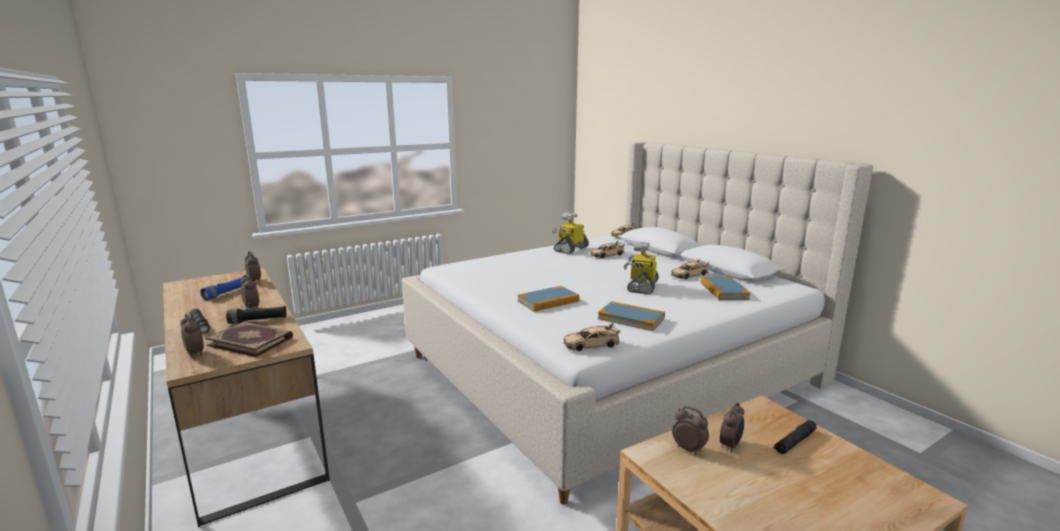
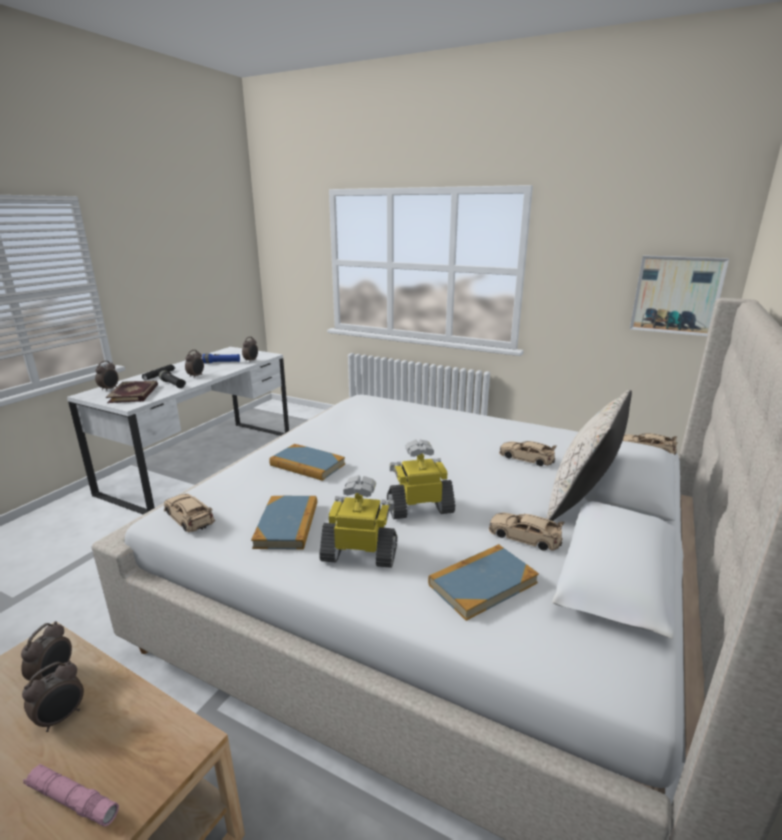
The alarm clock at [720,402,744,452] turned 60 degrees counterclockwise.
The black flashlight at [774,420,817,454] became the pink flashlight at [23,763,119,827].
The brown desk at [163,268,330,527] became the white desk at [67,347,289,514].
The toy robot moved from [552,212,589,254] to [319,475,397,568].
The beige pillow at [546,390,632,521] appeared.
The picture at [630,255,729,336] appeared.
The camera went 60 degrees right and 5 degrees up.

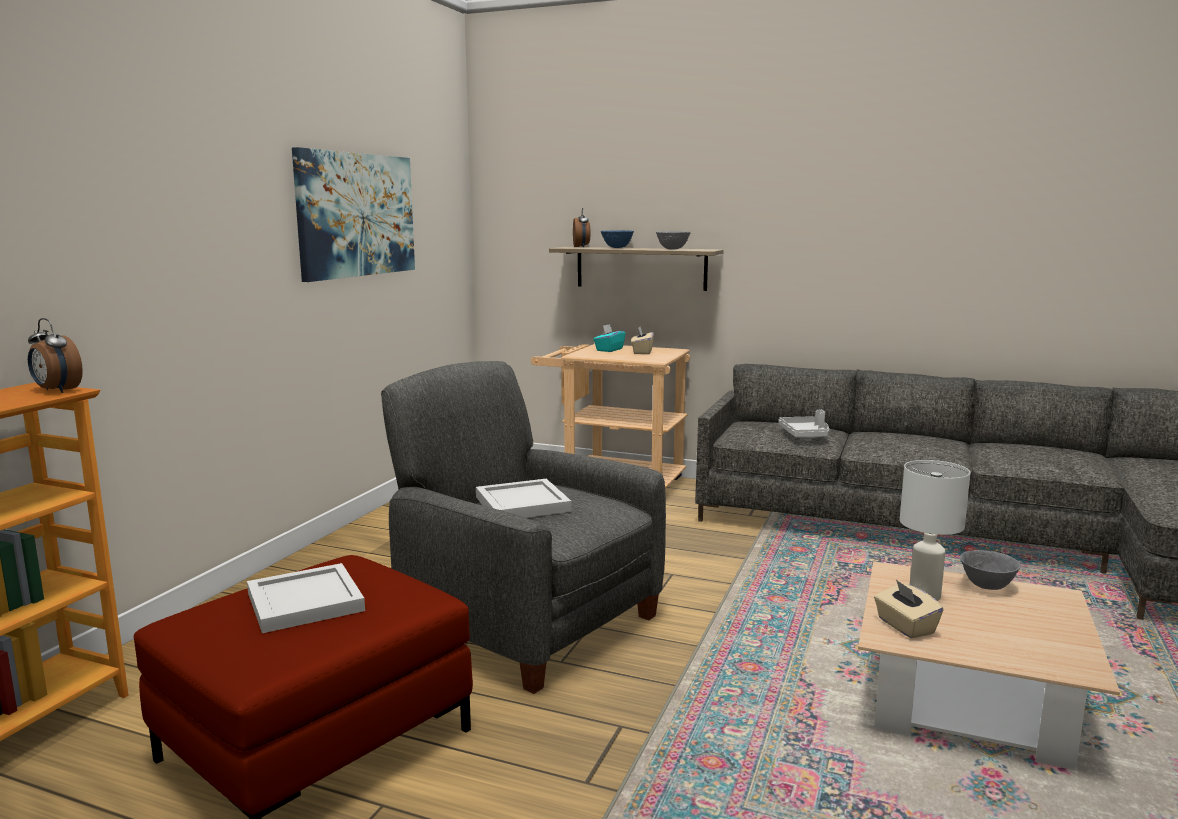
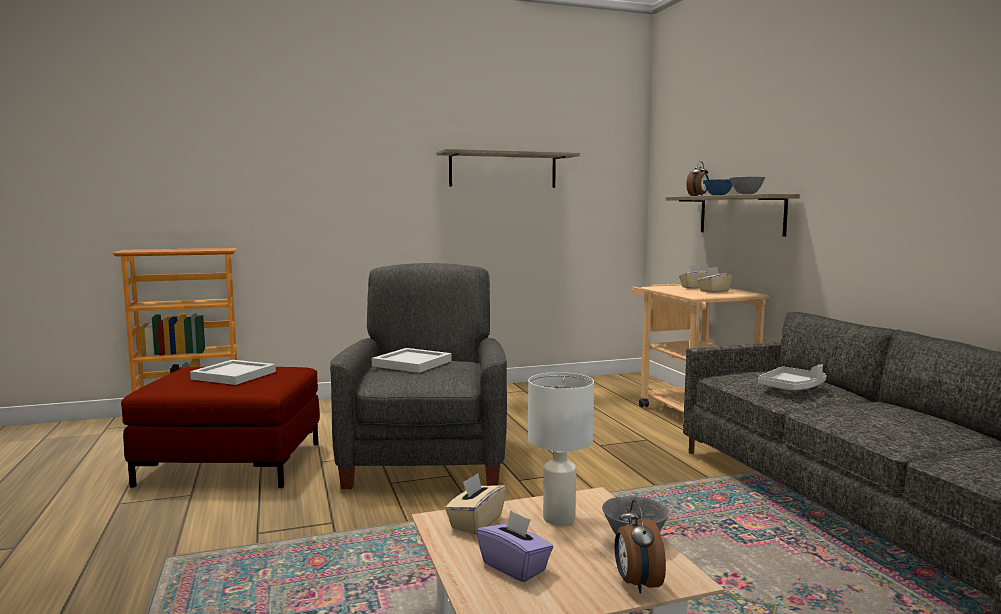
The picture at [292,147,415,282] was replaced by the shelf at [436,149,580,188].
The purple tissue box at [477,510,553,582] appeared.
The alarm clock moved from [28,318,83,393] to [615,500,666,594].
The turquoise tissue box at [593,324,626,352] became the beige tissue box at [679,265,710,289].
The camera went 50 degrees right and 5 degrees down.

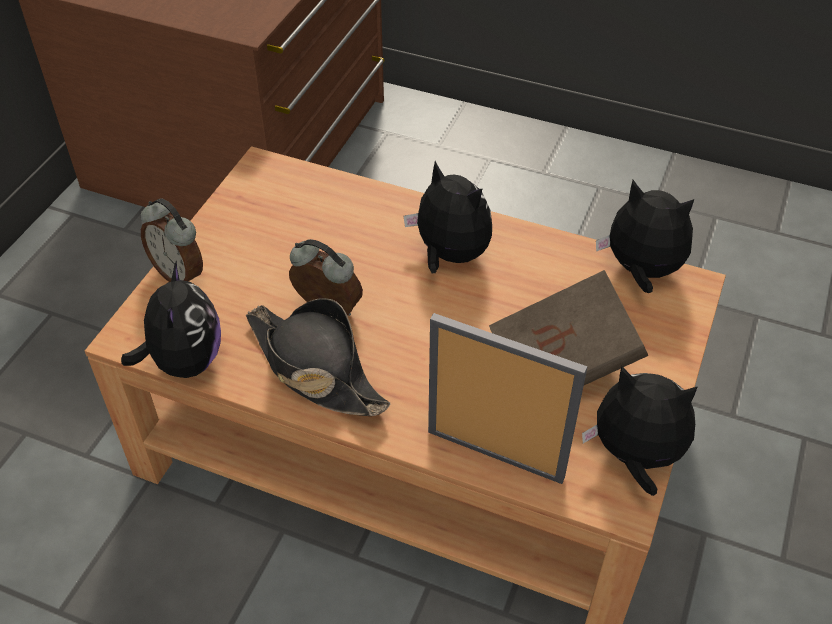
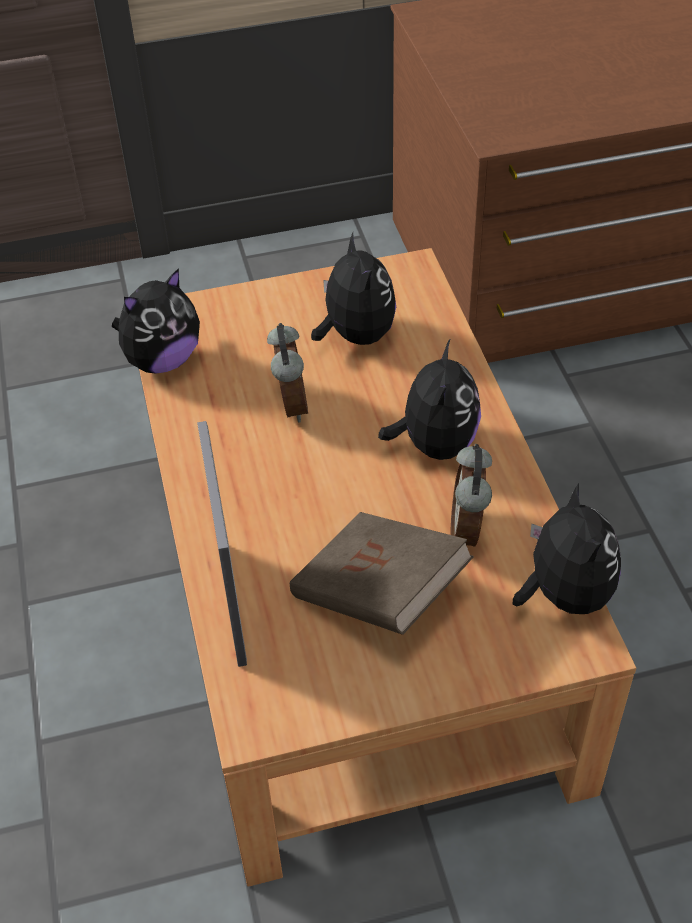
The plush toy moved from [582,366,698,496] to [311,233,396,345].
The alarm clock moved from [141,198,203,282] to [451,444,492,546].
The black hat at [246,298,391,416] disappeared.
The camera went 55 degrees right and 0 degrees up.

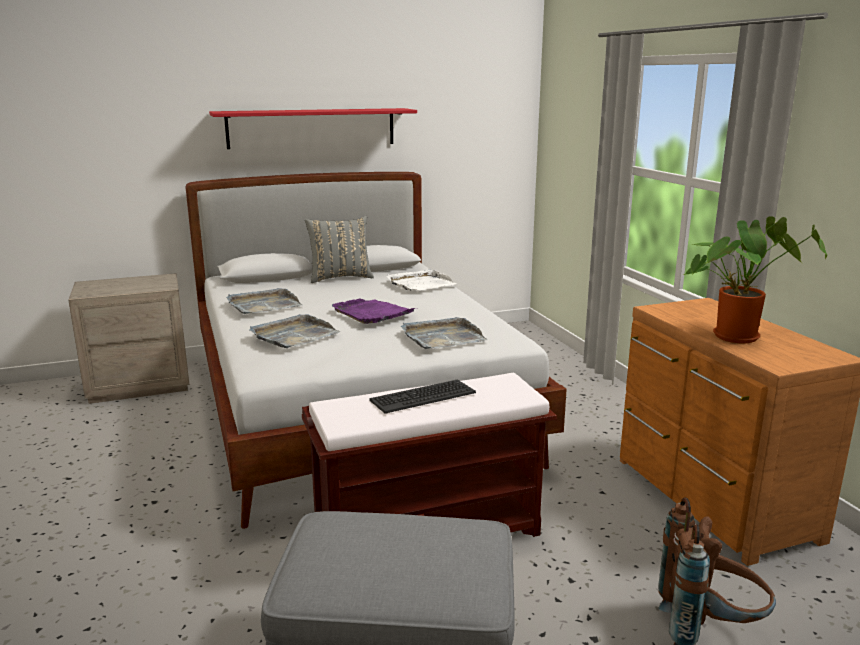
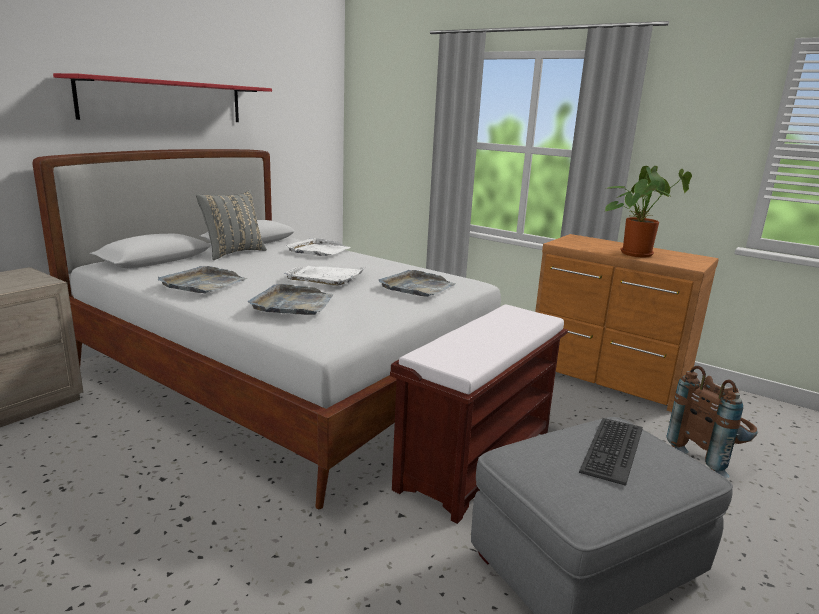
The purple tray at [332,299,415,324] became the white tray at [285,266,365,286].
The keyboard moved from [369,379,476,413] to [579,418,643,486].
The camera went 35 degrees left and 0 degrees up.

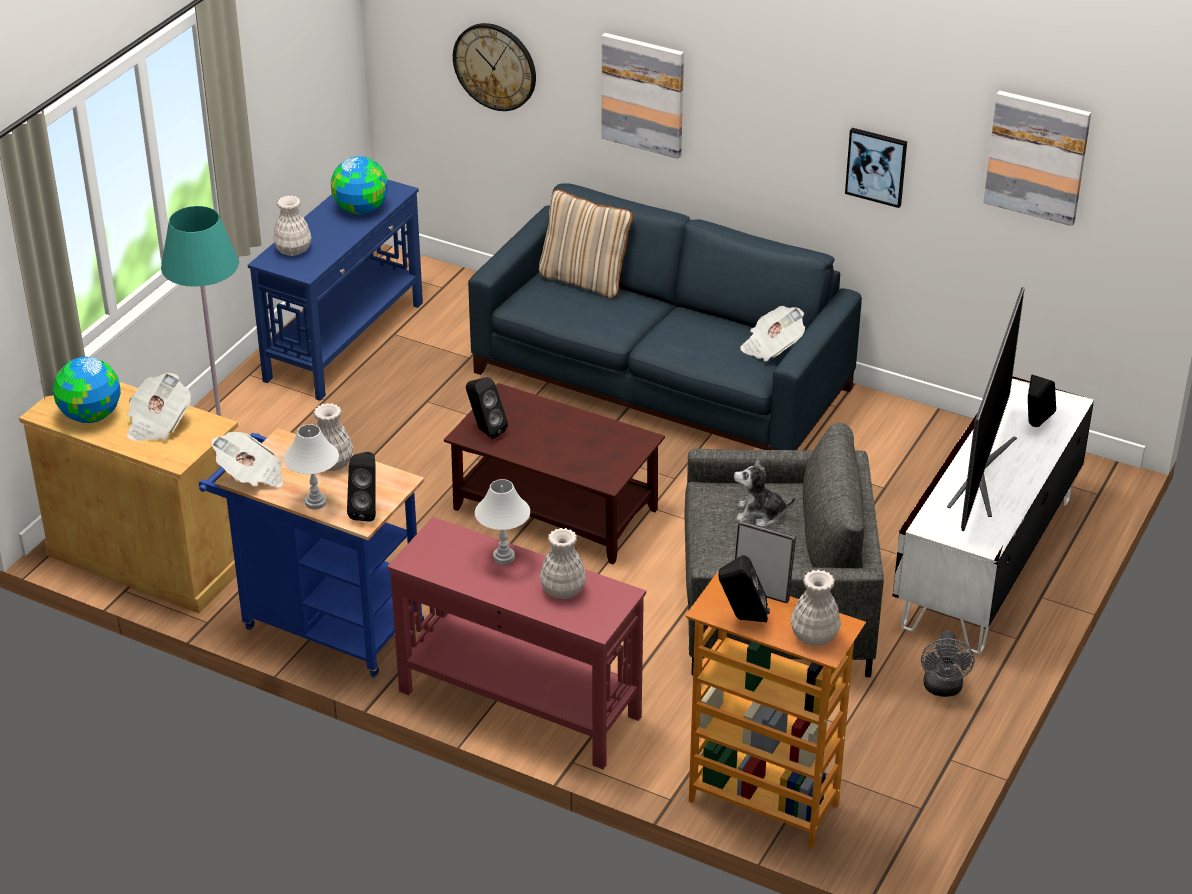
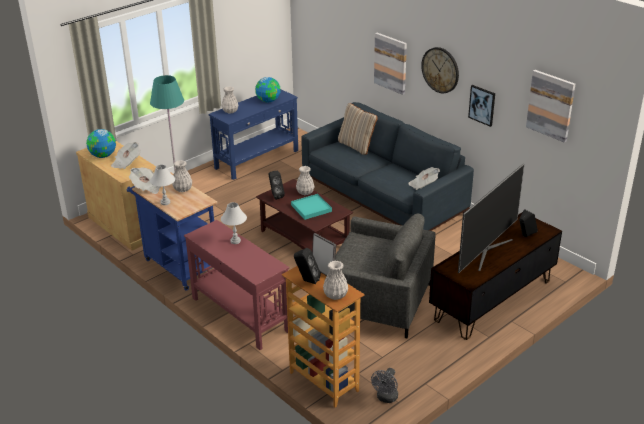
The turquoise tray at [291,194,332,220] appeared.
The white vase moved from [540,528,586,599] to [296,166,315,195].
The grey fan moved from [921,631,974,697] to [371,368,398,403].
The wall clock moved from [453,23,536,111] to [421,47,459,93].
The white tv stand at [893,376,1094,654] became the brown tv stand at [429,213,562,340].
The black speaker at [347,452,376,522] disappeared.
The plush toy at [734,458,795,526] disappeared.
The camera went 20 degrees right and 5 degrees down.

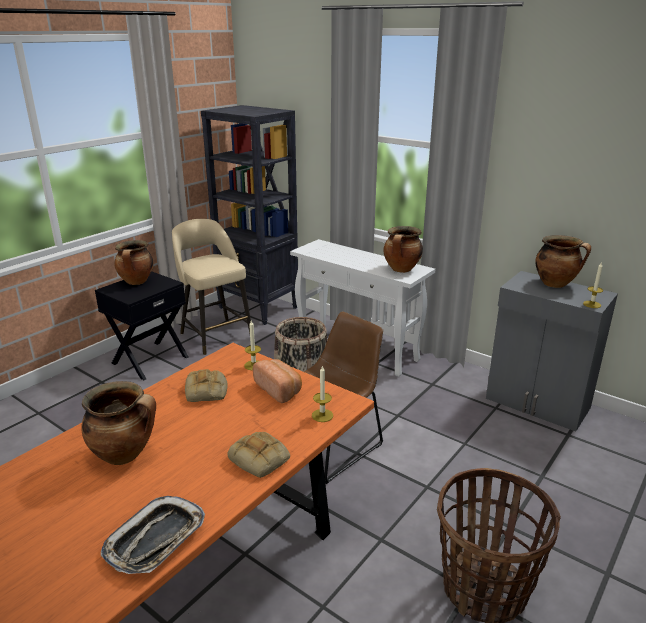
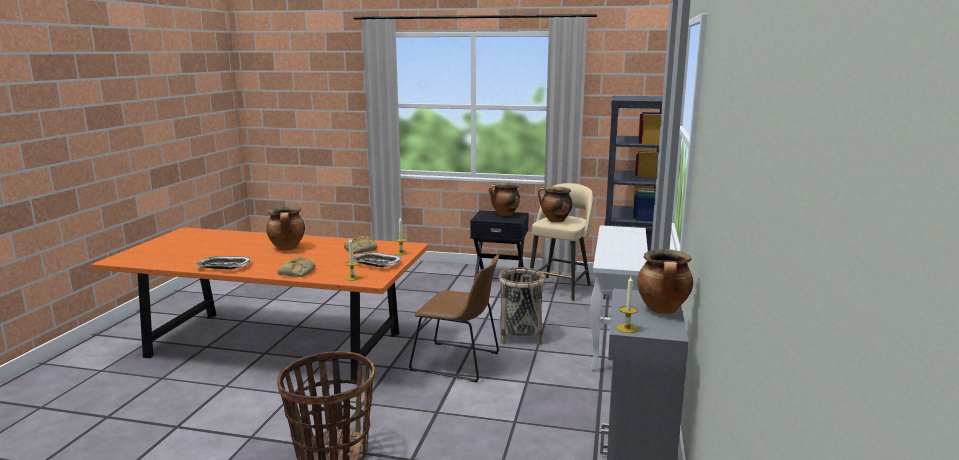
The bread at [253,359,302,403] was replaced by the tray at [349,252,402,267].
The cooking pot moved from [384,226,423,273] to [538,187,572,222].
The camera went 65 degrees right and 10 degrees down.

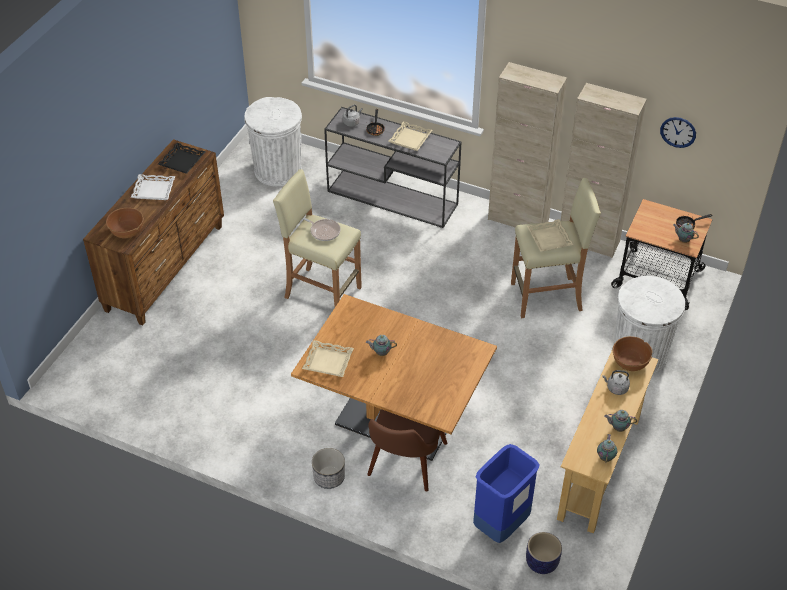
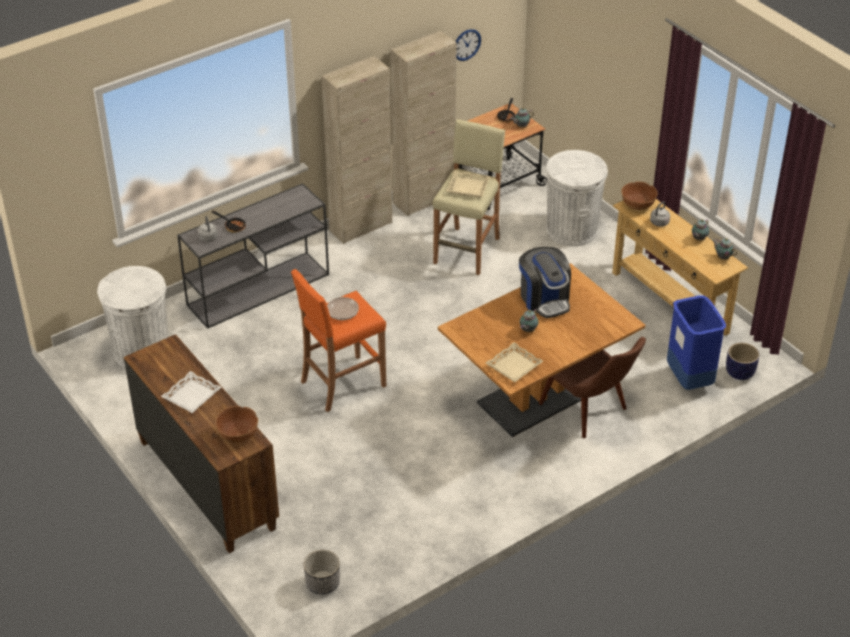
The beige stool at [273,169,362,307] became the orange stool at [291,269,386,412].
The planter moved from [312,448,345,489] to [304,550,340,594].
The coffee machine at [519,247,571,318] appeared.
The black tray at [158,143,206,174] disappeared.
The beige tray at [388,121,432,151] disappeared.
The camera went 60 degrees left and 5 degrees down.

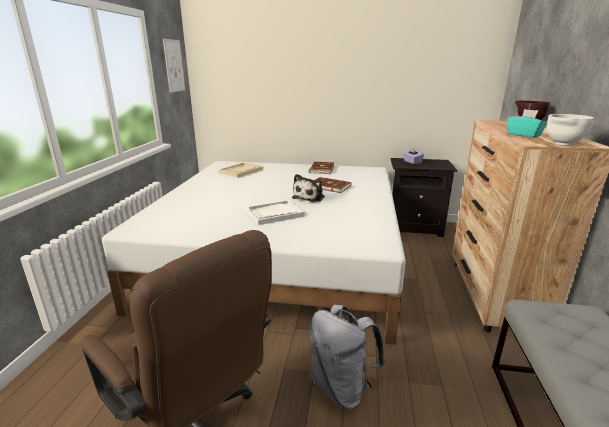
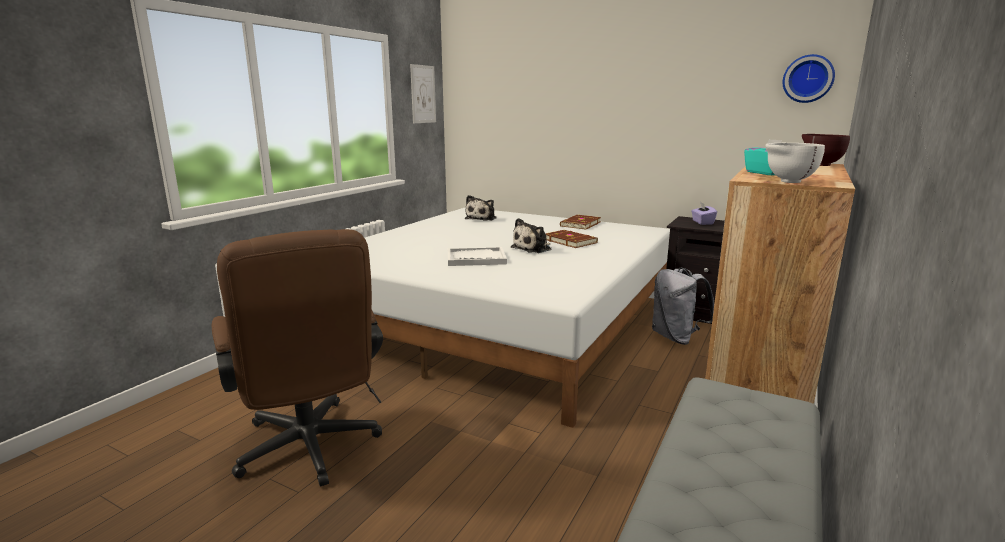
The beige tray at [219,162,263,178] was replaced by the plush toy at [465,195,497,221].
The grey backpack moved from [310,305,385,409] to [652,268,714,345].
The wall clock at [783,54,835,103] appeared.
The camera went 20 degrees right and 5 degrees down.

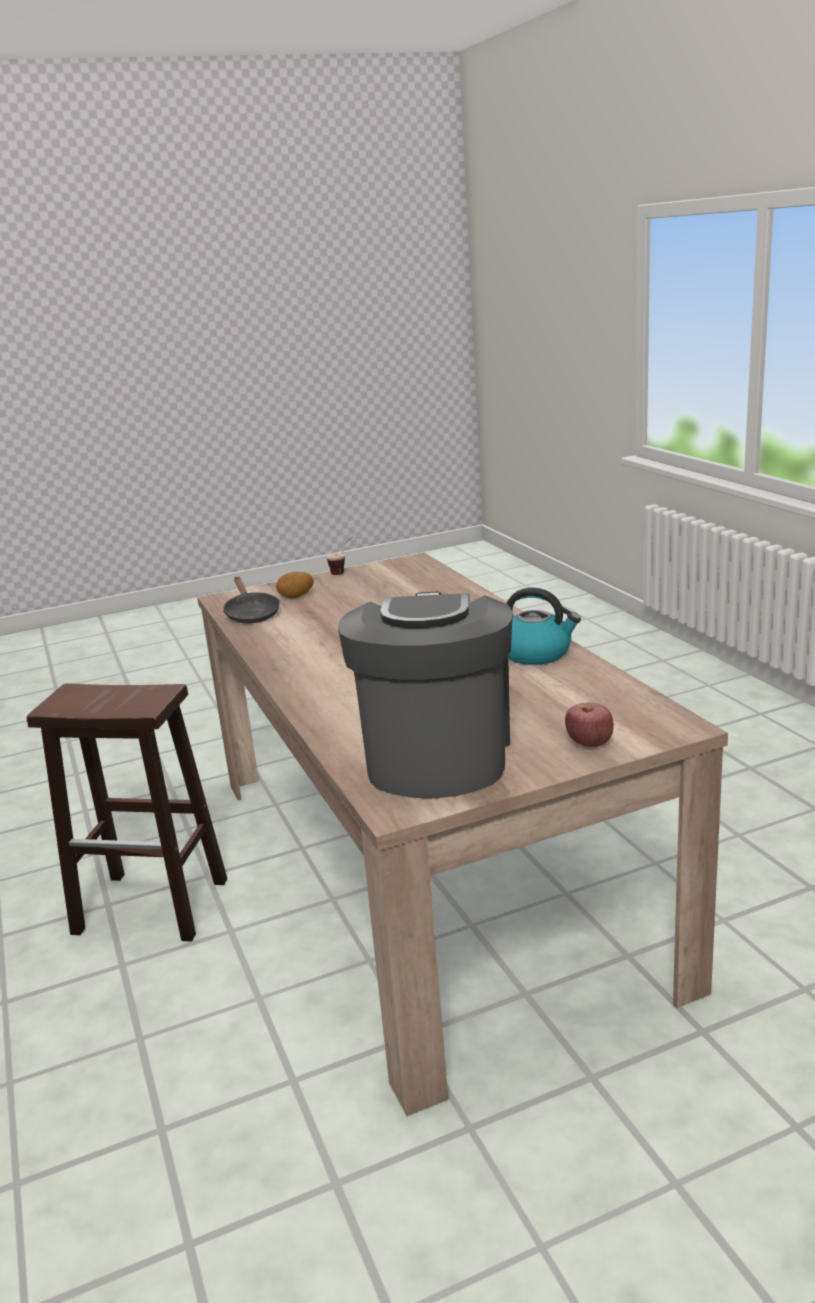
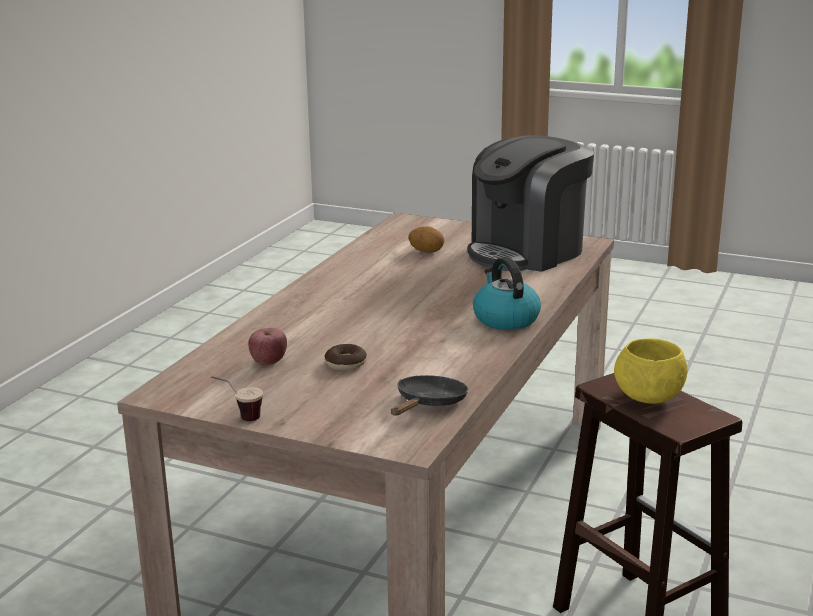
The apple moved from [565,702,614,747] to [248,328,287,365].
The donut at [325,344,367,370] appeared.
The potato moved from [276,572,314,598] to [408,226,444,253].
The kettle moved from [506,588,581,665] to [473,257,541,330].
The yellow bowl at [614,338,688,404] appeared.
The camera went 135 degrees left and 0 degrees up.

